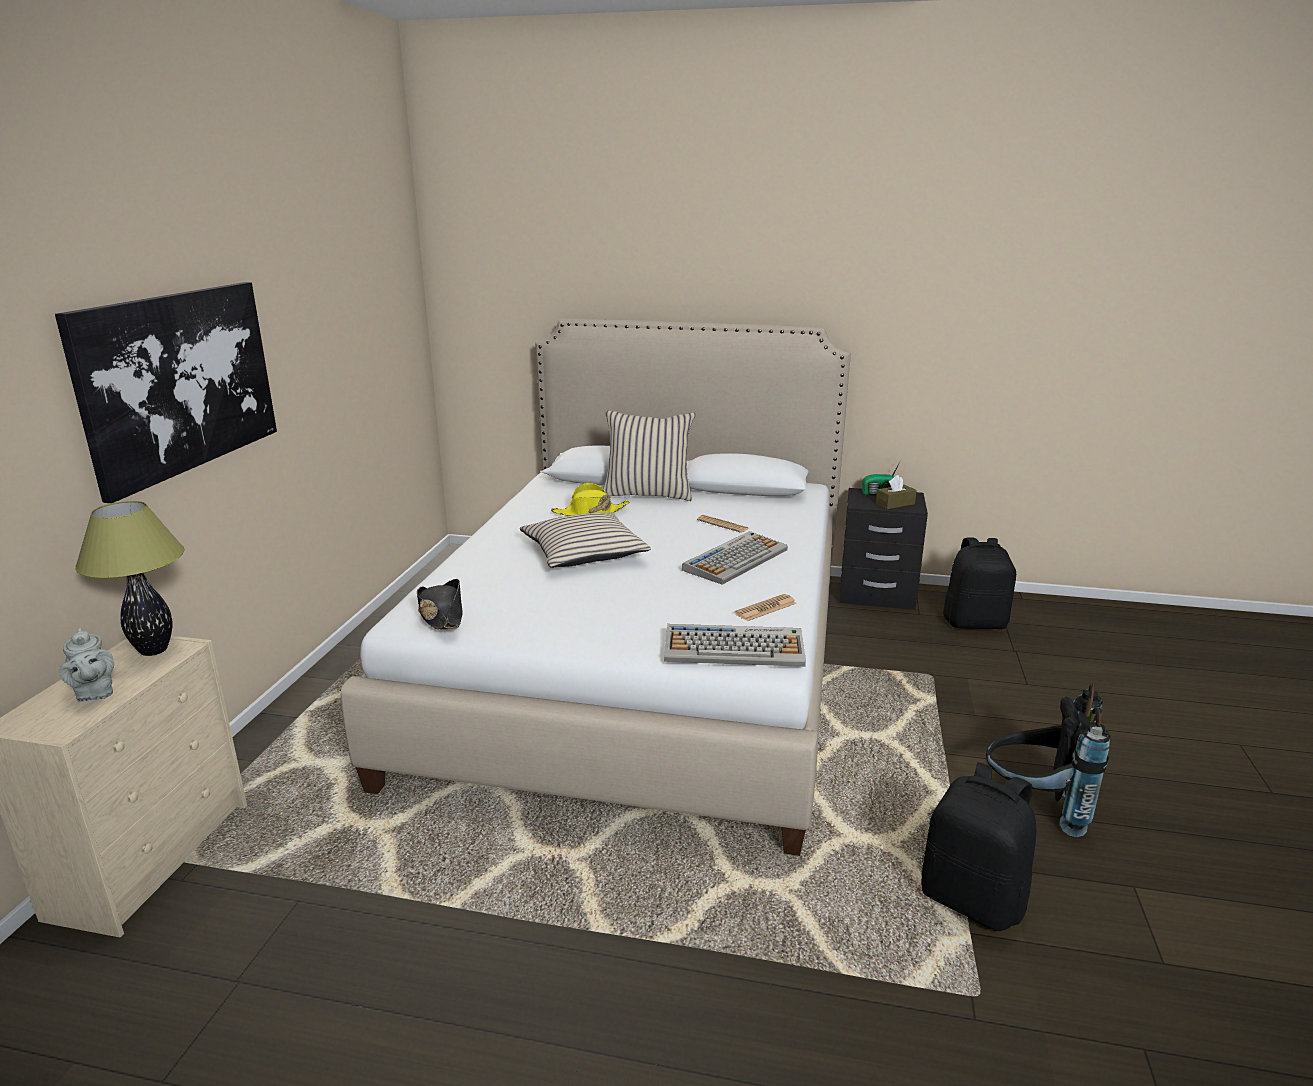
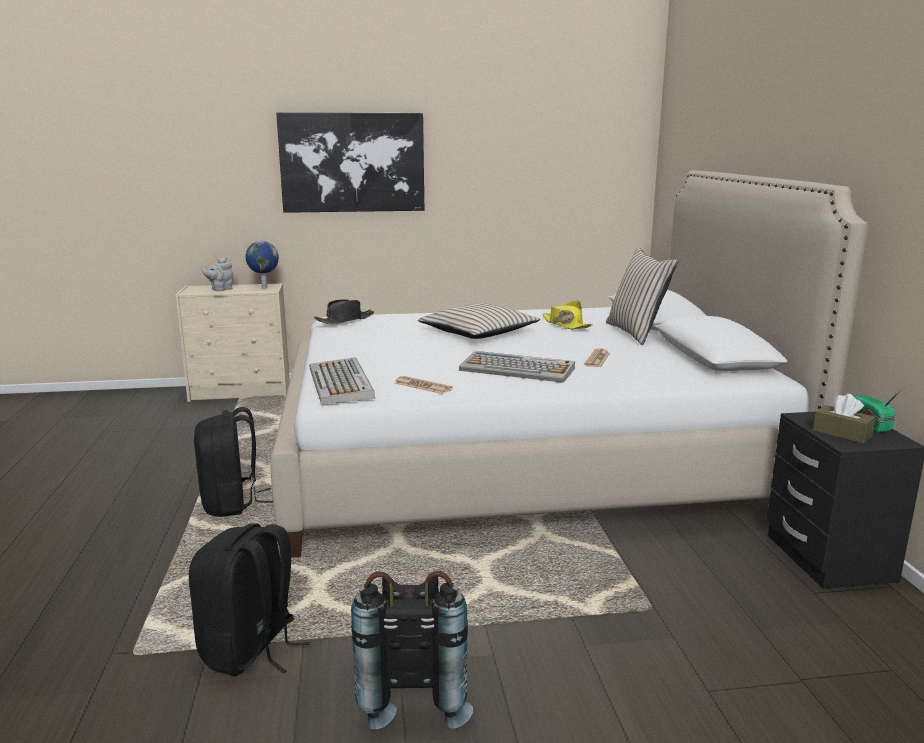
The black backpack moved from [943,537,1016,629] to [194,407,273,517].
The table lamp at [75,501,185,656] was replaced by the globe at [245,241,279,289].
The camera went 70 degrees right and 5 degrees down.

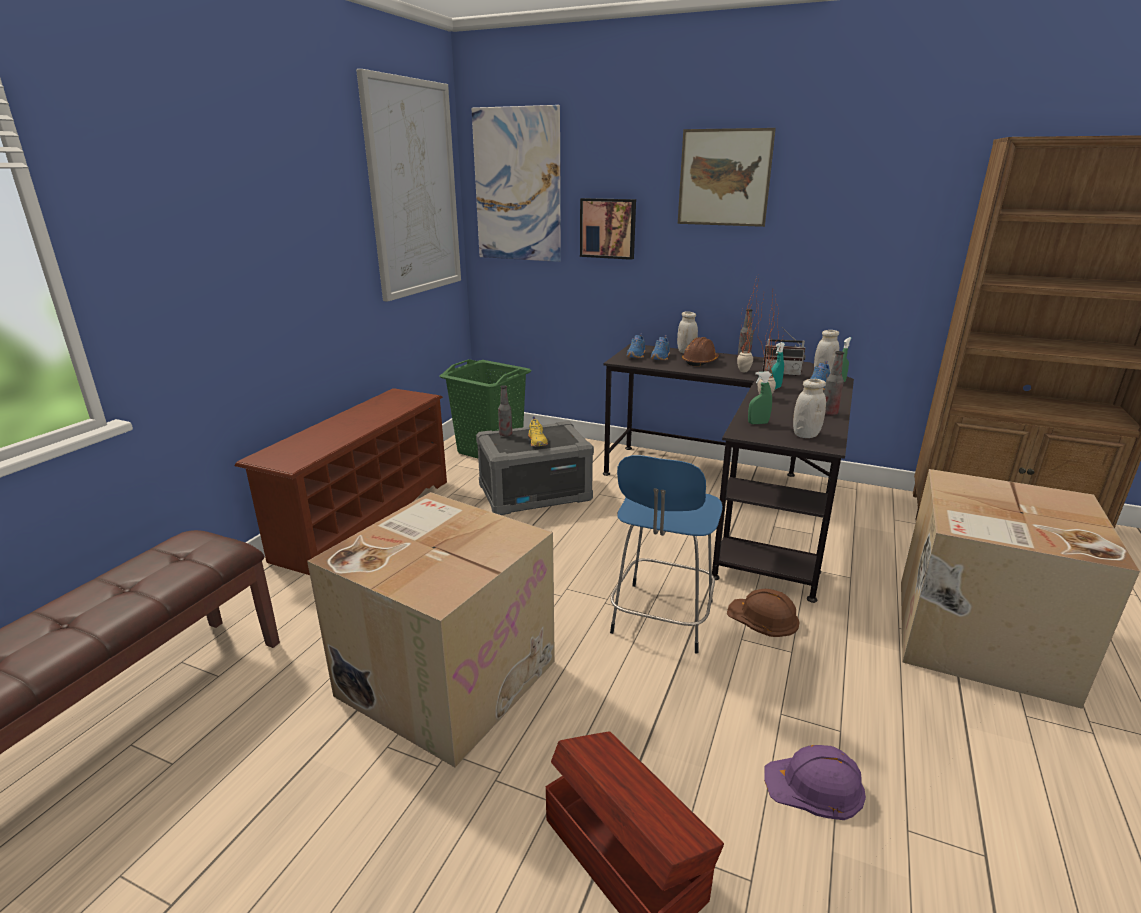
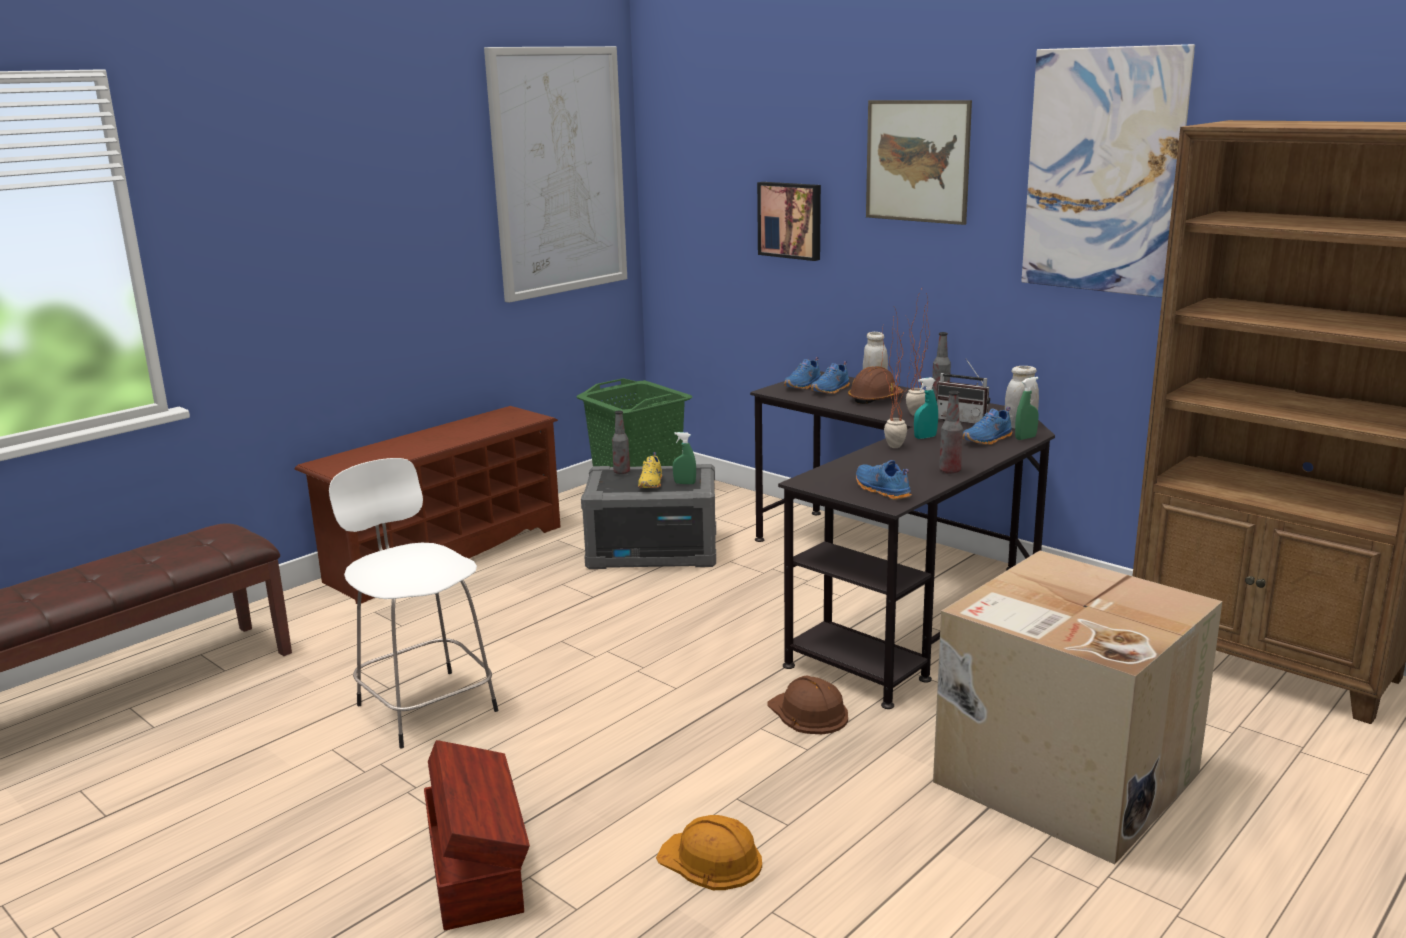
The cardboard box at [307,492,555,767] was replaced by the white stool at [329,458,498,748].
The purple hard hat at [764,745,866,820] became the orange hard hat at [656,815,762,890].
The green spray bottle moved from [748,372,772,424] to [673,432,696,484].
The white jar at [793,379,826,438] was replaced by the blue shoe at [856,460,912,500].
The picture moved from [471,105,561,262] to [1021,44,1195,298].
The blue stool at [610,455,723,653] disappeared.
The camera went 20 degrees right and 5 degrees down.

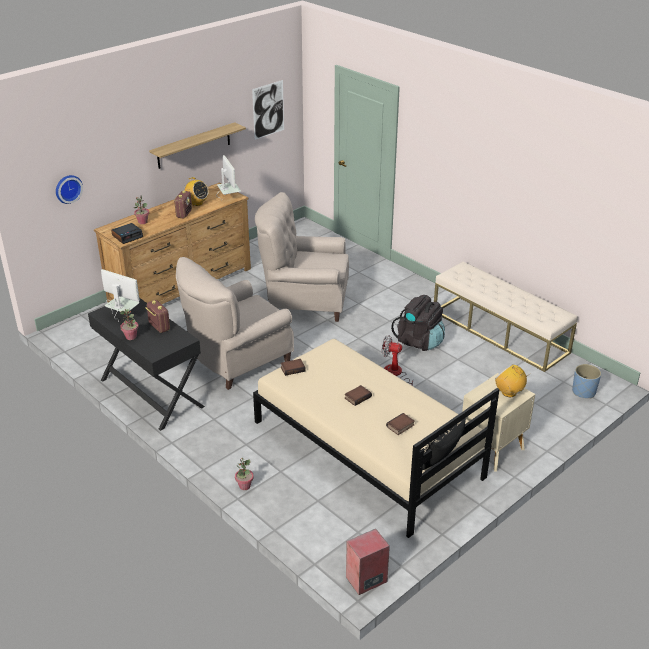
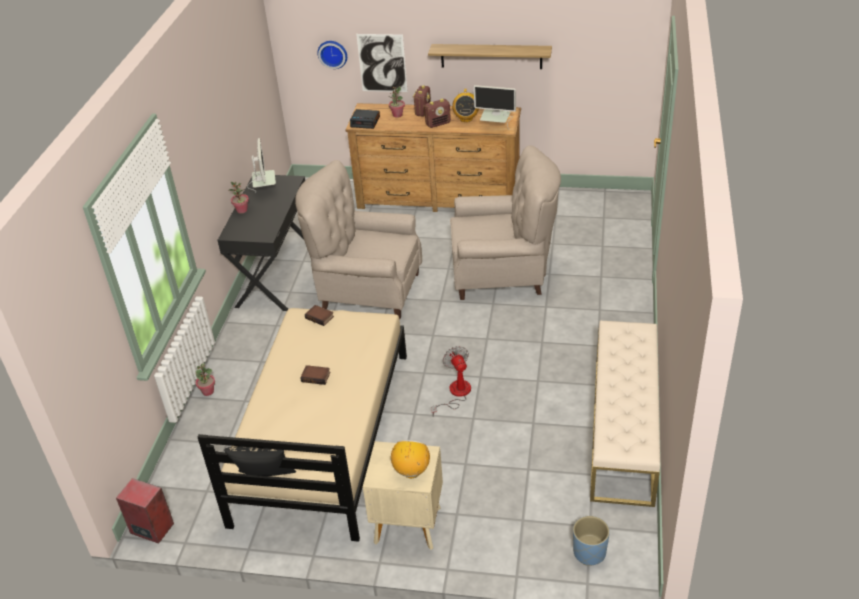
The picture moved from [252,80,284,140] to [356,34,408,92].
The radio moved from [145,300,170,333] to [413,86,431,117].
The beige armchair at [255,192,349,322] turned 120 degrees clockwise.
The monitor at [216,155,241,201] turned 75 degrees clockwise.
The book at [386,413,415,435] disappeared.
The black backpack at [391,295,445,351] disappeared.
The camera went 55 degrees right and 5 degrees up.

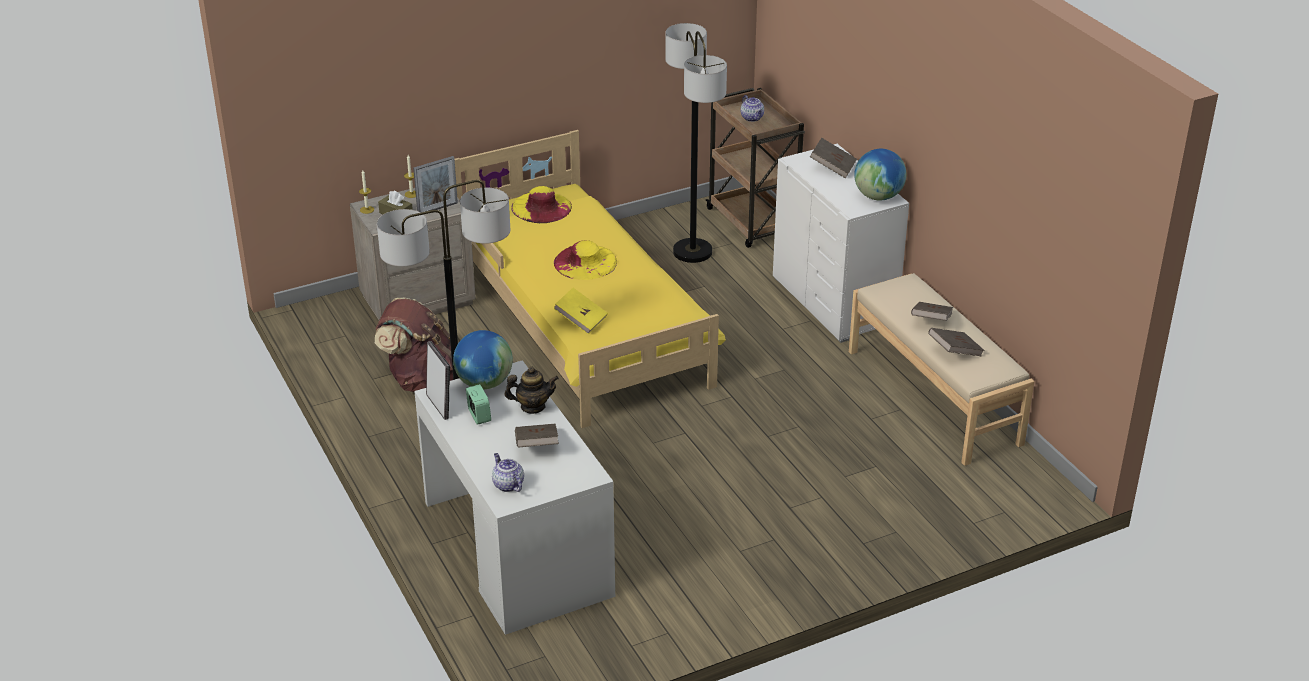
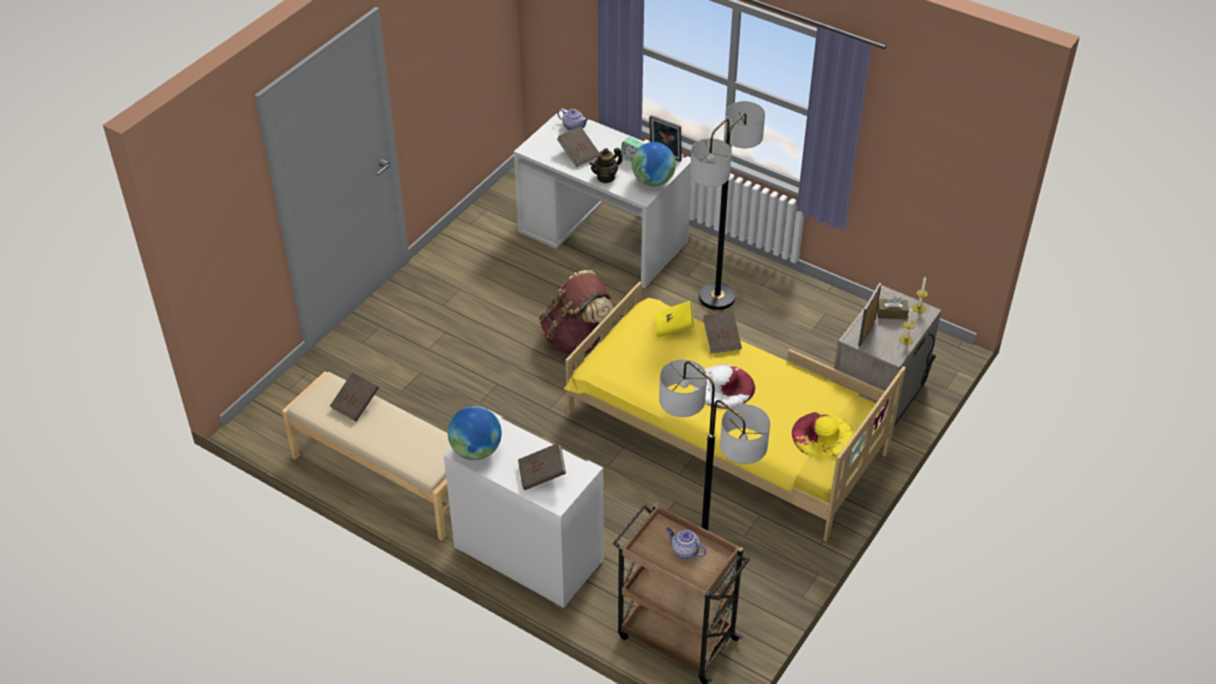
The brown backpack moved from [375,298,459,392] to [539,270,613,354].
The yellow hat at [554,240,617,280] became the white hat at [694,365,755,409].
The brown book moved from [911,302,953,321] to [703,311,742,354].
The camera went 150 degrees right and 10 degrees up.

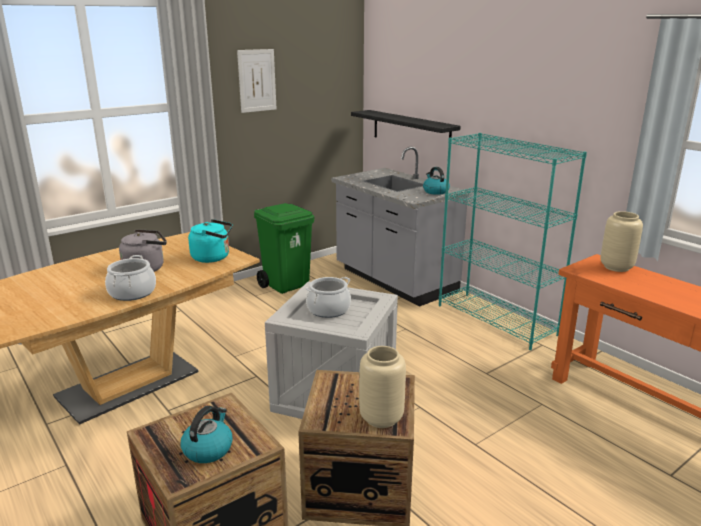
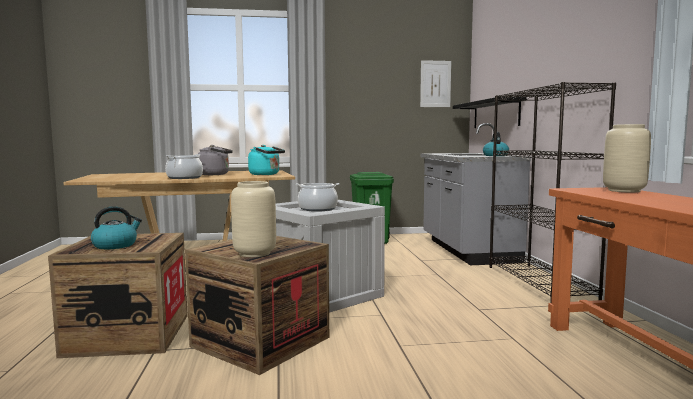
The picture moved from [237,49,277,113] to [420,60,451,107].
The turquoise bookcase at [439,133,587,350] became the black bookcase at [489,82,616,303].
The camera went 30 degrees right and 15 degrees down.

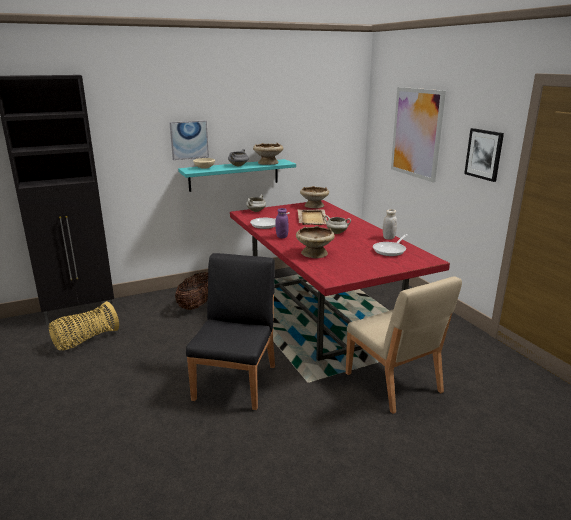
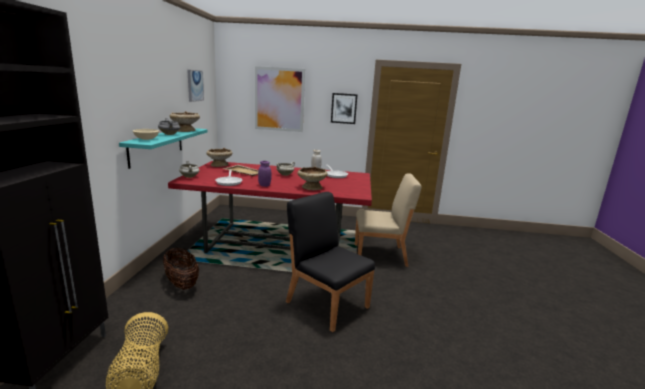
The picture moved from [169,120,209,160] to [187,70,204,102].
The camera went 60 degrees left and 5 degrees down.

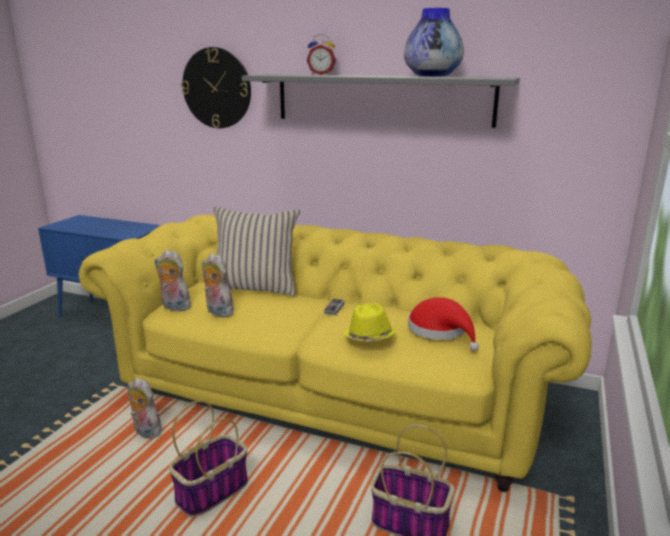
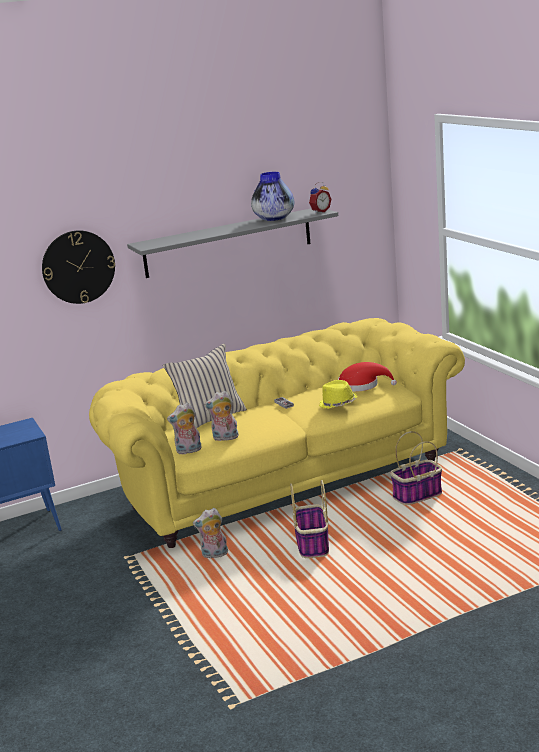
The alarm clock moved from [307,34,336,75] to [309,182,331,213].
The camera went 45 degrees left and 0 degrees up.

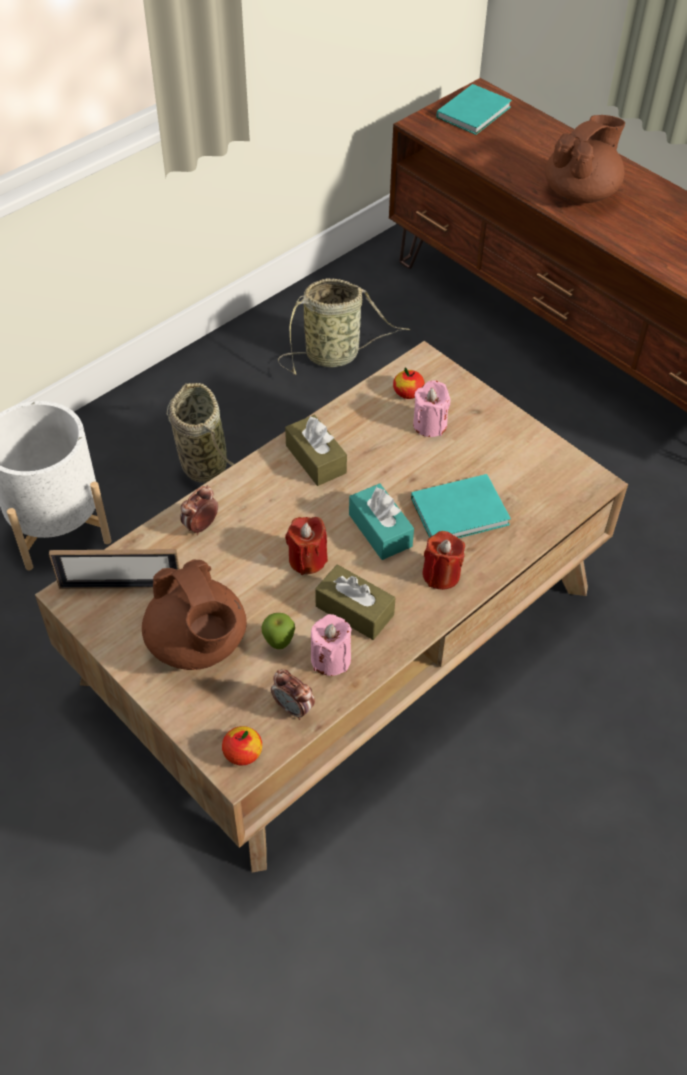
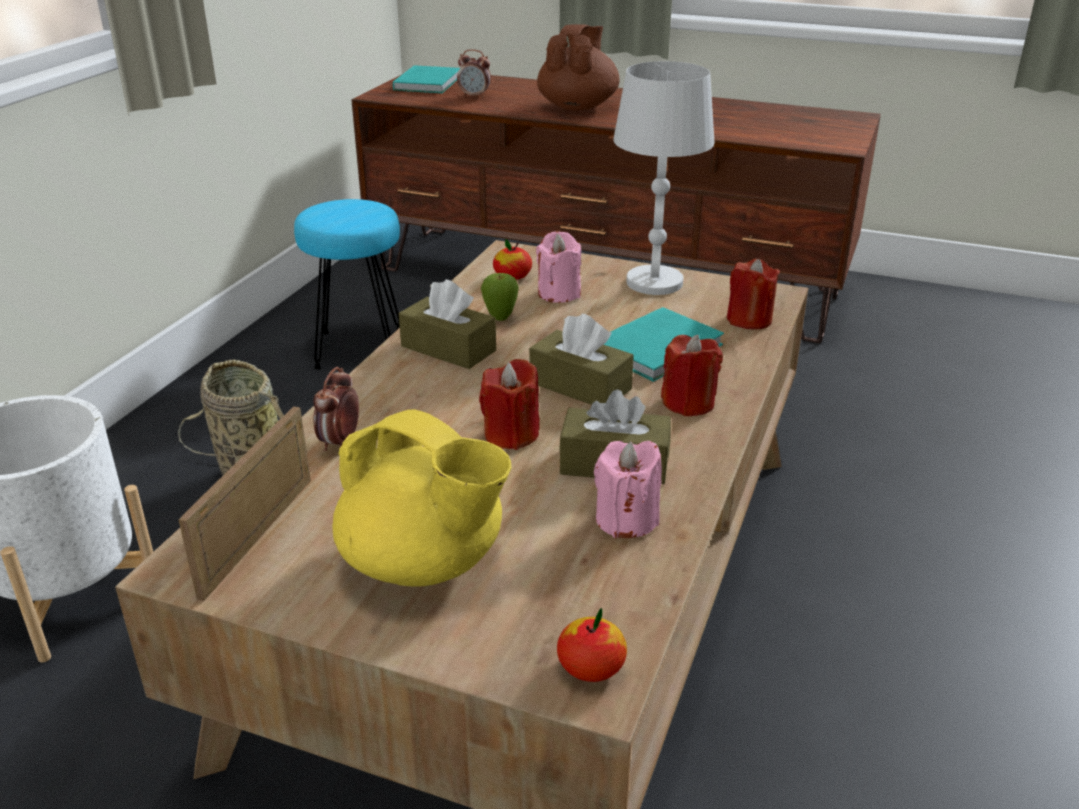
The picture frame at [49,549,180,589] turned 135 degrees clockwise.
The basket at [278,278,410,375] was replaced by the turquoise stool at [294,199,400,369].
The brown teapot at [142,559,247,670] became the yellow teapot at [332,409,511,586].
The alarm clock moved from [271,669,315,720] to [457,49,491,98].
The apple moved from [261,613,295,649] to [481,273,519,321].
The turquoise tissue box at [349,483,414,560] became the brown tissue box at [529,314,634,405].
The white table lamp at [613,61,715,295] appeared.
The red candle at [727,259,780,330] appeared.
The camera went 25 degrees left and 20 degrees down.

